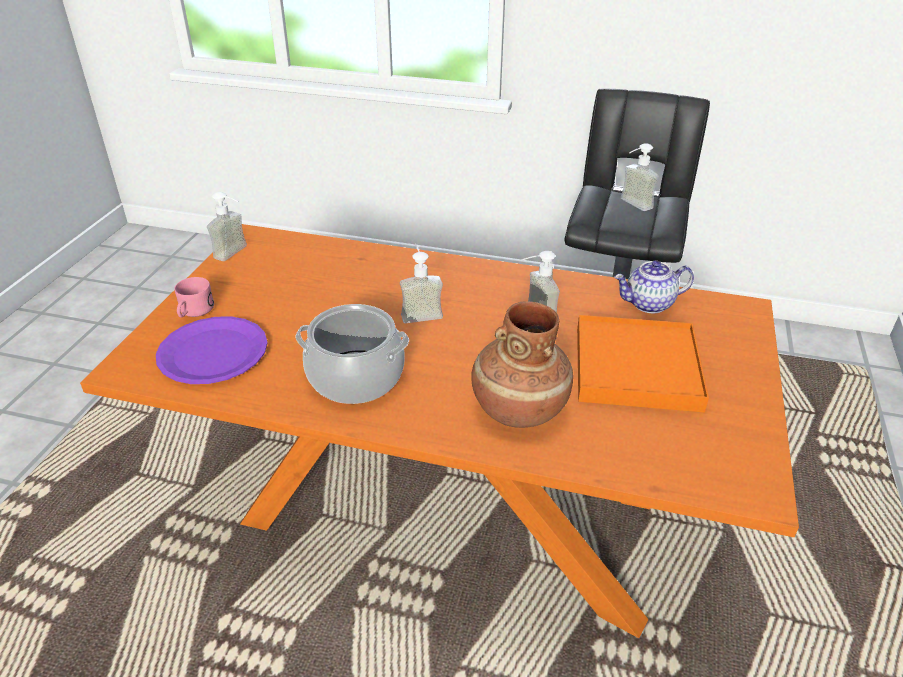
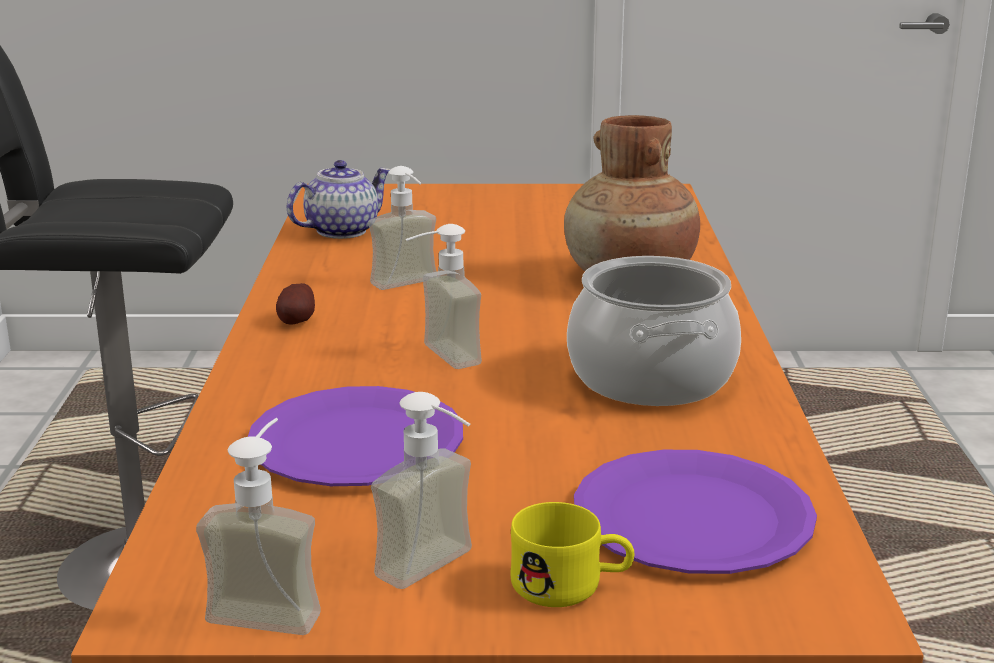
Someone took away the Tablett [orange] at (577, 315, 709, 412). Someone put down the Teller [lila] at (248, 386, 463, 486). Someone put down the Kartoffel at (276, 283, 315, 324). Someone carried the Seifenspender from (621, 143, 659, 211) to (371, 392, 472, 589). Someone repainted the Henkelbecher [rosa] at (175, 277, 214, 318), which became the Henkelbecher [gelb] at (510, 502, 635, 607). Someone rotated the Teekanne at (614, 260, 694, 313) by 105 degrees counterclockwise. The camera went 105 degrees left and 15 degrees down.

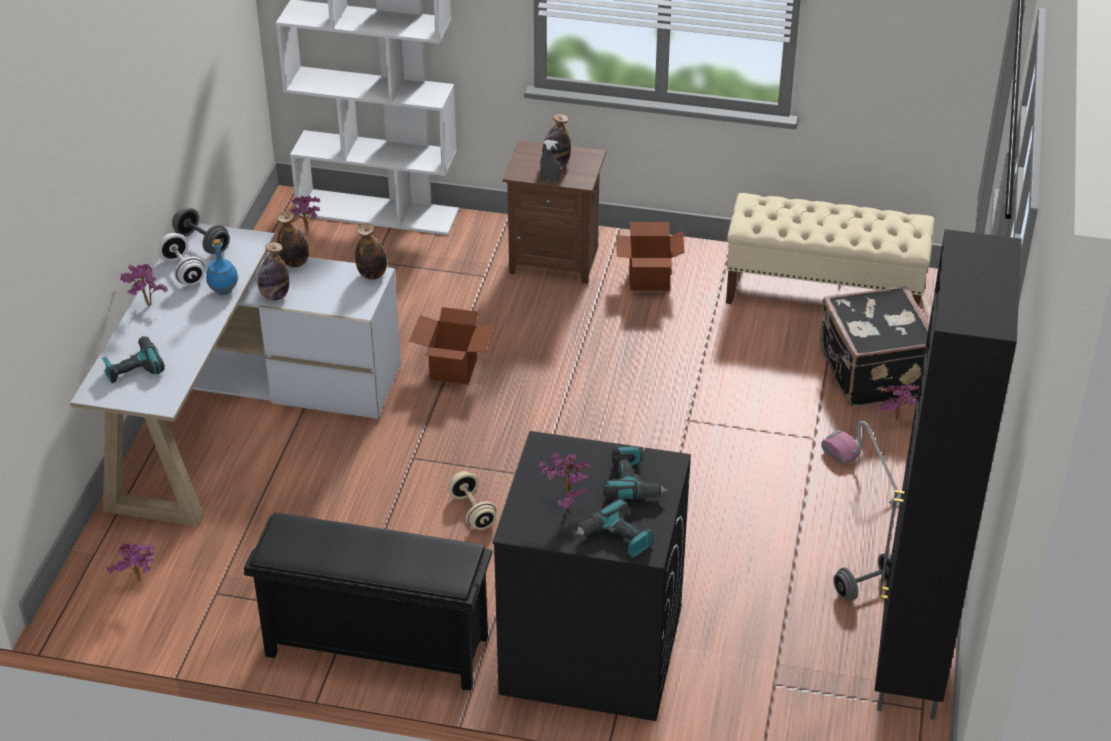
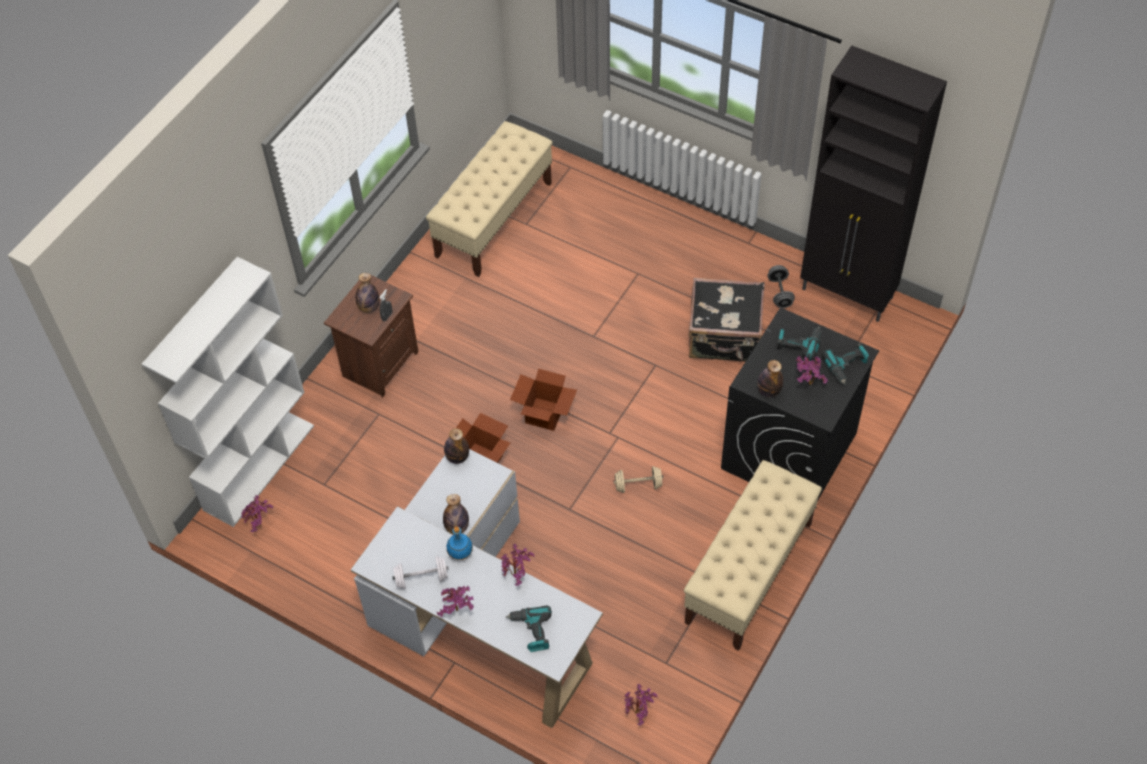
Someone took away the Hantel [grau] at (172, 208, 230, 254). Someone took away the Staubsauger at (821, 421, 901, 508). Someone carried the Flasche from (277, 211, 309, 268) to (757, 360, 783, 397). Someone carried the Karton from (616, 222, 685, 291) to (510, 369, 577, 431). Someone carried the Koffer [schwarz] from (819, 286, 929, 407) to (689, 278, 765, 362). Someone carried the Topfpflanze from (878, 384, 919, 421) to (501, 544, 535, 586). Someone swapped the Schuhregal [schwarz] at (244, 512, 492, 691) for the Bank [beige] at (684, 460, 822, 651). The camera went 70 degrees left and 15 degrees up.

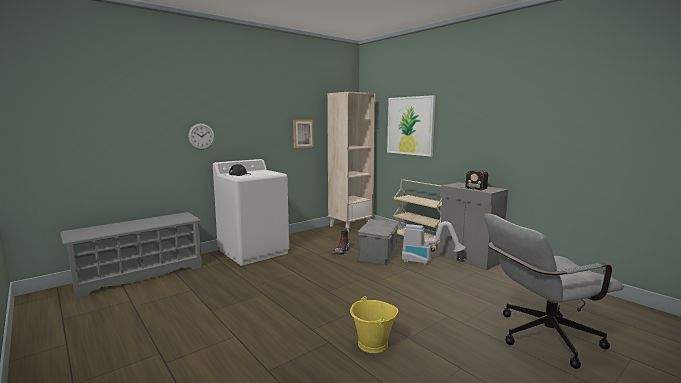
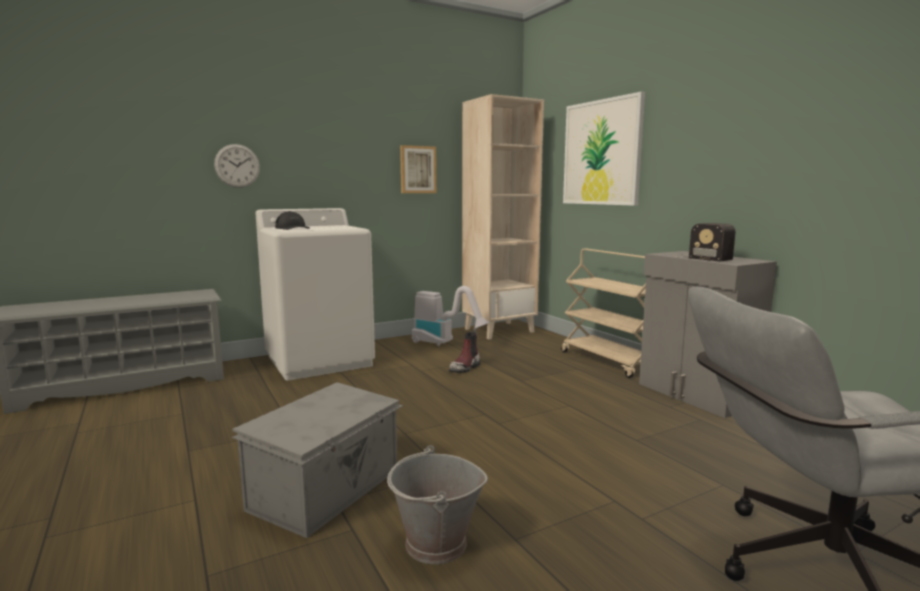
Someone carried the Aufbewahrungsbox [grau] from (358, 219, 399, 264) to (232, 382, 403, 538). Someone carried the Staubsauger from (402, 221, 466, 265) to (412, 286, 490, 346). Someone repainted the Eimer [gelb] at (350, 296, 398, 353), which became the Eimer [grau] at (387, 445, 488, 564). The camera went 10 degrees right and 0 degrees up.

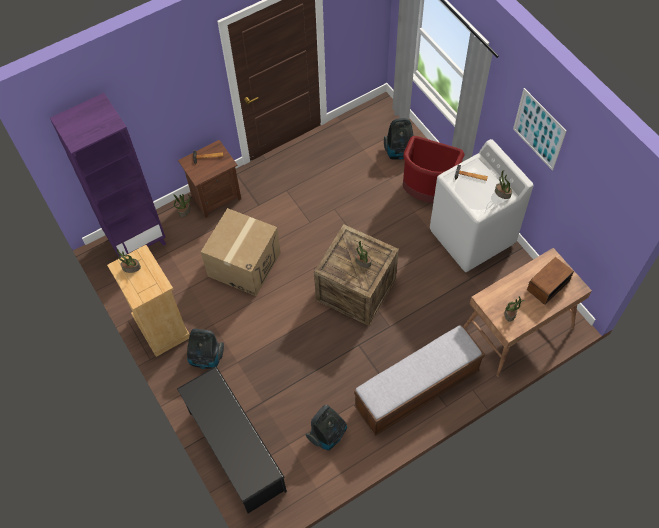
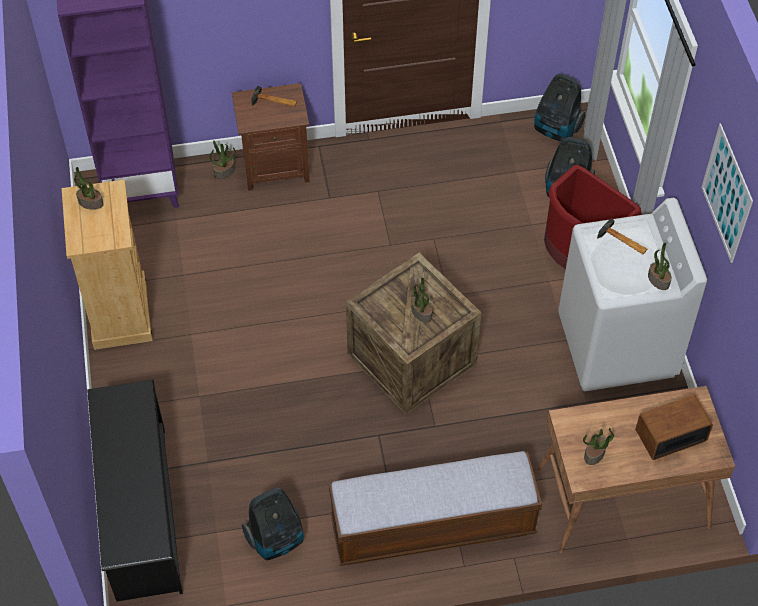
Someone took away the Karton at (201, 208, 281, 296). Someone carried the Staubsauger from (187, 329, 224, 369) to (534, 74, 585, 141). The camera went 20 degrees right and 5 degrees down.

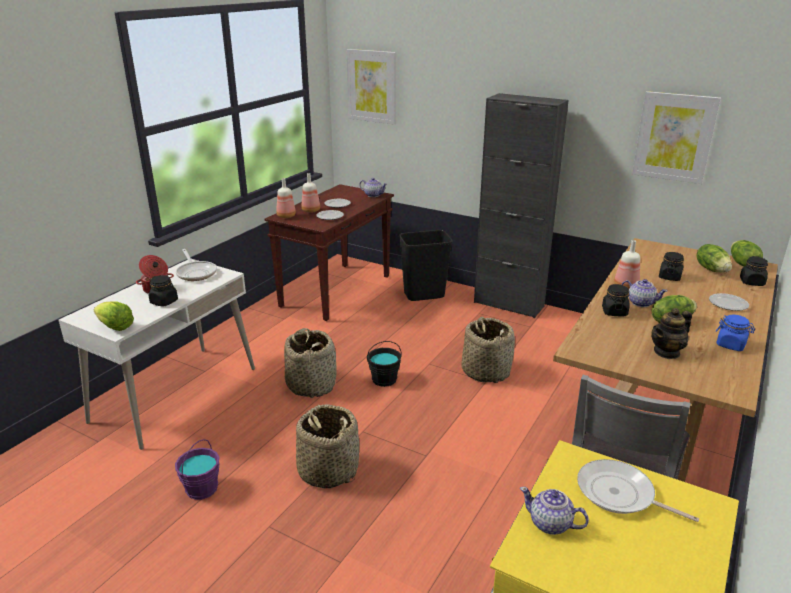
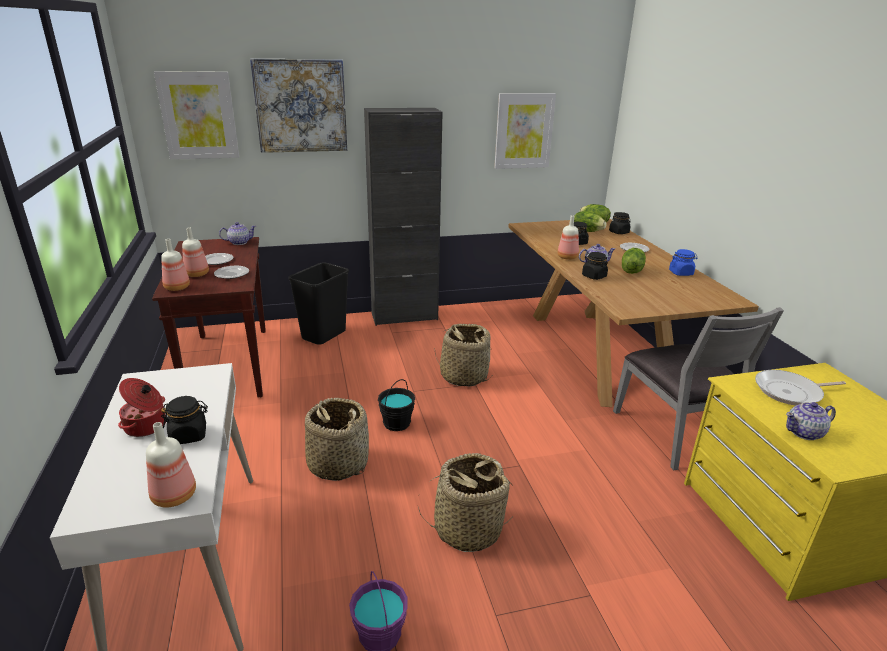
Someone took away the Pfanne at (176, 249, 217, 281). Someone took away the Teekanne at (651, 308, 692, 359). Someone put up the Bild at (250, 58, 347, 153). Someone swapped the Salatkopf at (94, 301, 134, 331) for the Flasche at (146, 422, 196, 507). The camera went 45 degrees left and 0 degrees up.

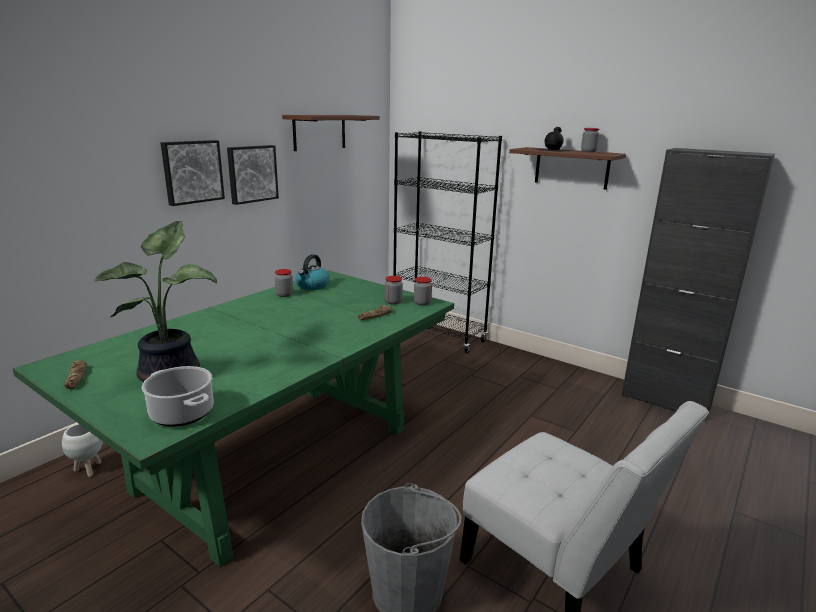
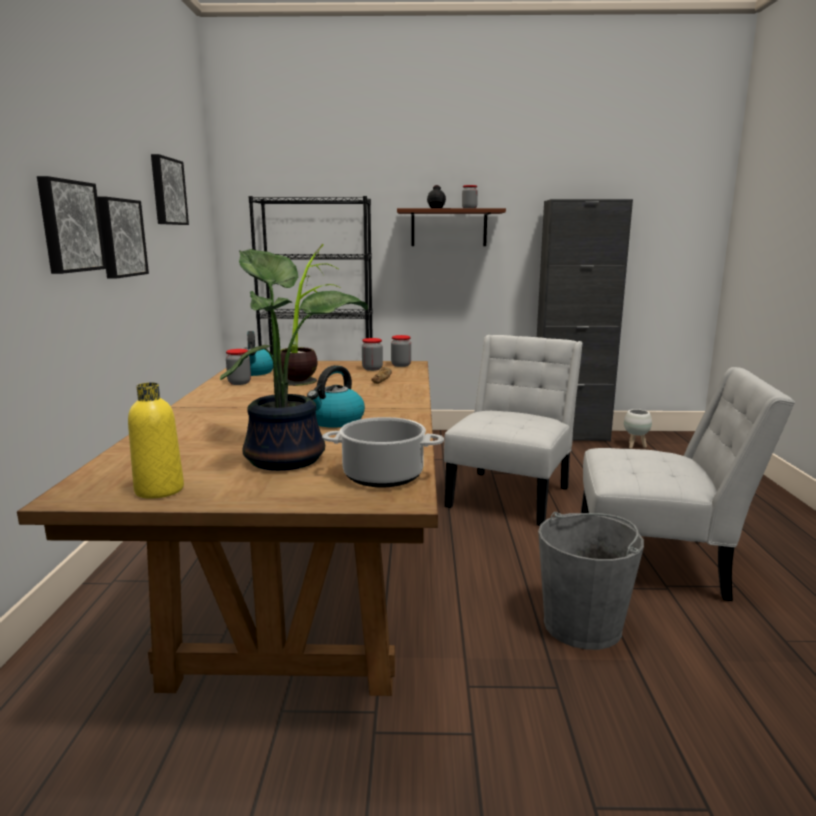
Someone put down the Topfpflanze at (280, 244, 342, 386). Someone put down the Wasserkessel at (307, 365, 365, 428). Someone put down the Stuhl [weiß] at (444, 335, 583, 526). Someone carried the Pflanzkübel [weiß] from (62, 424, 103, 477) to (624, 409, 652, 449). Someone swapped the Brot at (64, 360, 87, 389) for the Flasche [gelb] at (128, 382, 184, 499). Someone swapped the Wandregal [braun] at (282, 115, 380, 151) for the Bild at (151, 154, 189, 225). Someone repainted the Esstisch [grün] at (13, 270, 454, 567), which became the Esstisch [braun] at (17, 361, 438, 696). The camera went 35 degrees left and 5 degrees down.

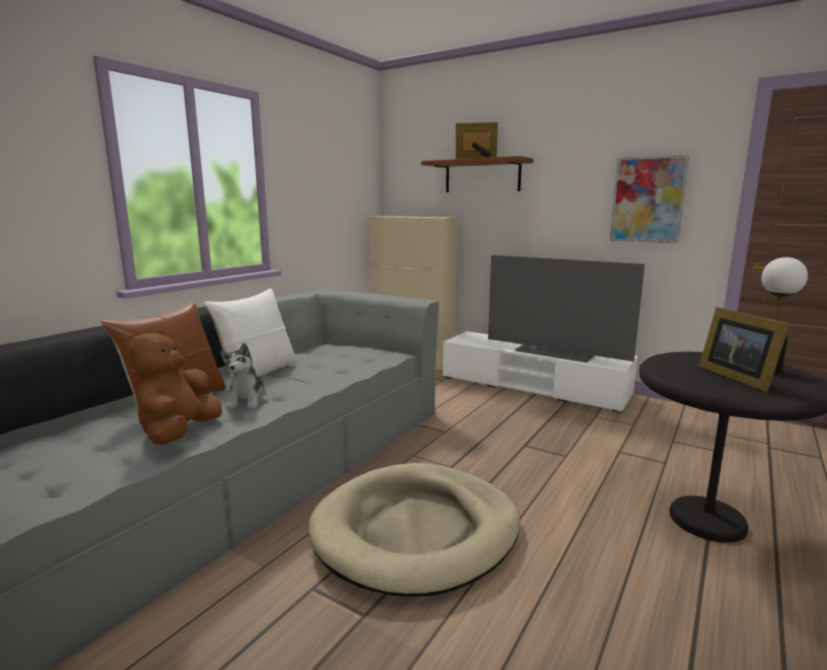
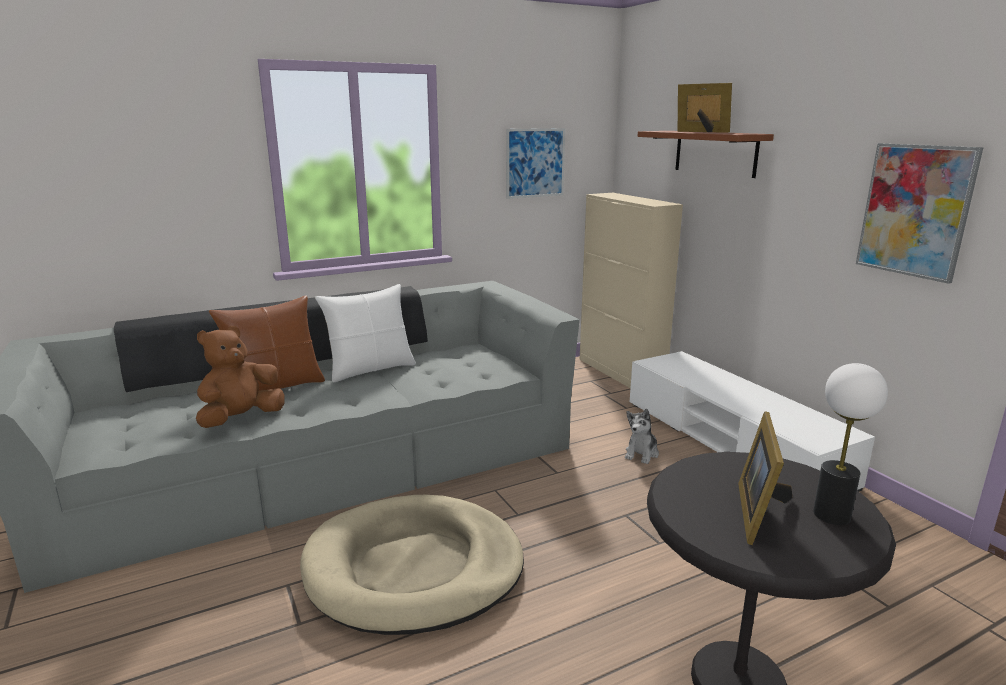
Someone took away the Fernseher at (488, 255, 645, 363). Someone put up the Bild at (506, 128, 565, 199). Someone carried the Plüschtier from (220, 343, 268, 409) to (625, 409, 659, 464). The camera went 30 degrees right and 5 degrees up.

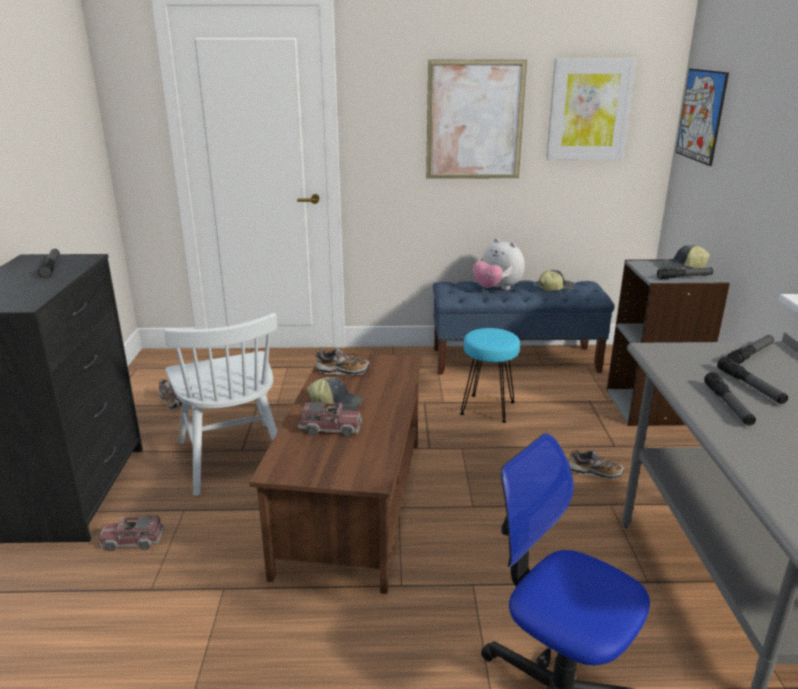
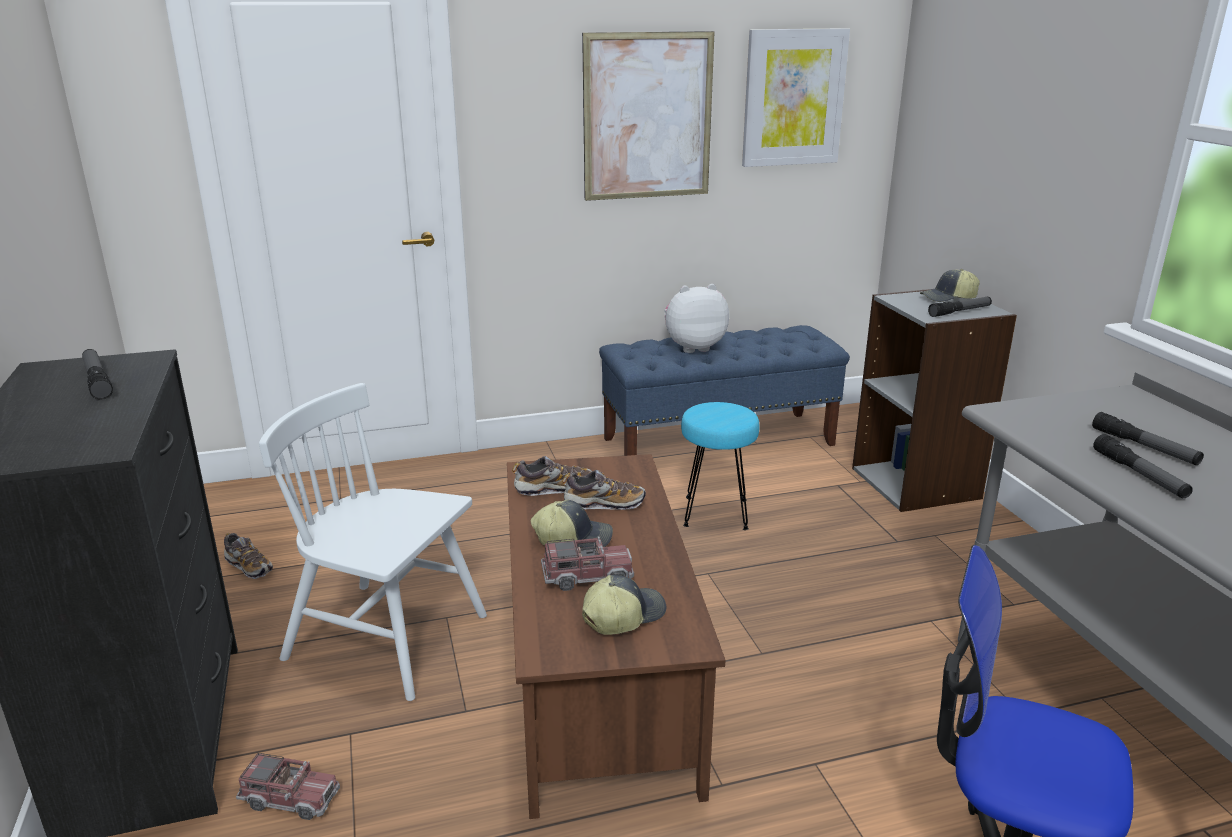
Someone took away the Bild at (676, 69, 729, 166). Someone took away the Taschenlampe at (727, 335, 774, 364). Someone carried the Kappe from (538, 270, 574, 291) to (582, 575, 666, 635). Someone carried the Schuh from (569, 450, 624, 479) to (562, 470, 646, 510). Someone rotated the Spielzeuglaster at (99, 515, 165, 551) by 150 degrees counterclockwise. Someone rotated the Stuhl [weiß] at (164, 313, 277, 496) by 150 degrees clockwise. Someone rotated the Plüschtier at (473, 238, 525, 290) by 135 degrees clockwise. The camera went 15 degrees left and 0 degrees up.

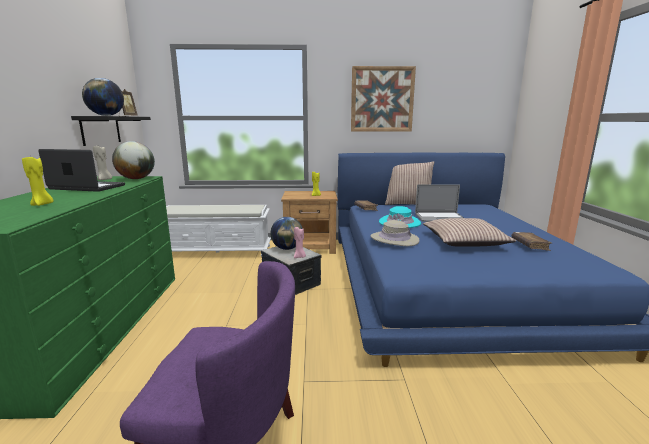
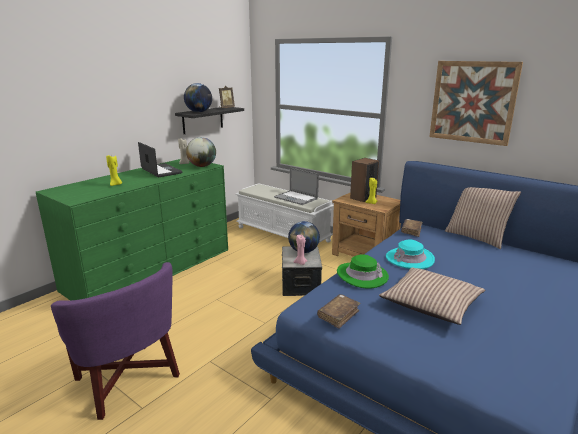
Someone put down the Lautsprecher at (350, 158, 379, 202). Someone carried the Laptop from (415, 185, 464, 222) to (274, 168, 319, 205). Someone carried the Buch [braun] from (512, 232, 553, 251) to (317, 294, 361, 329). Someone repainted the Hut [beige] at (370, 220, 420, 246), which became the Hut [grün] at (337, 254, 389, 289). The camera went 40 degrees right and 5 degrees up.

